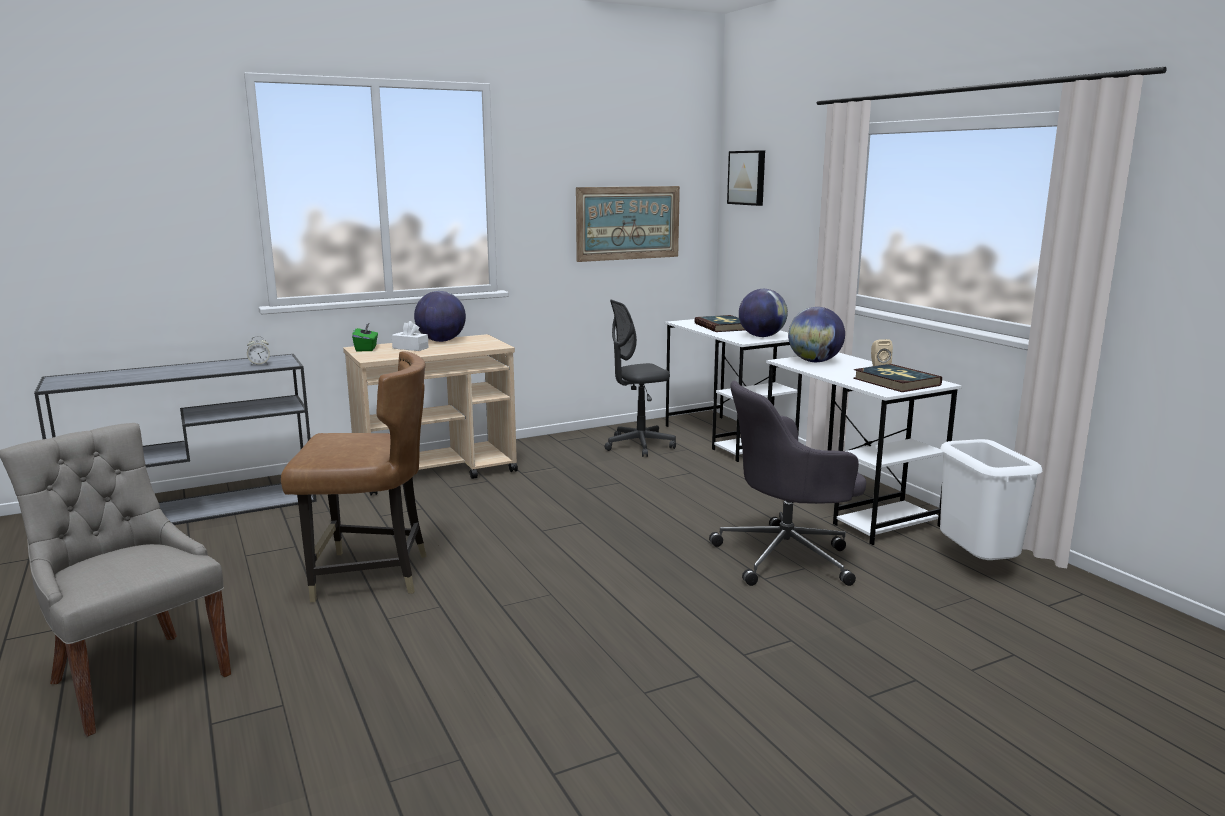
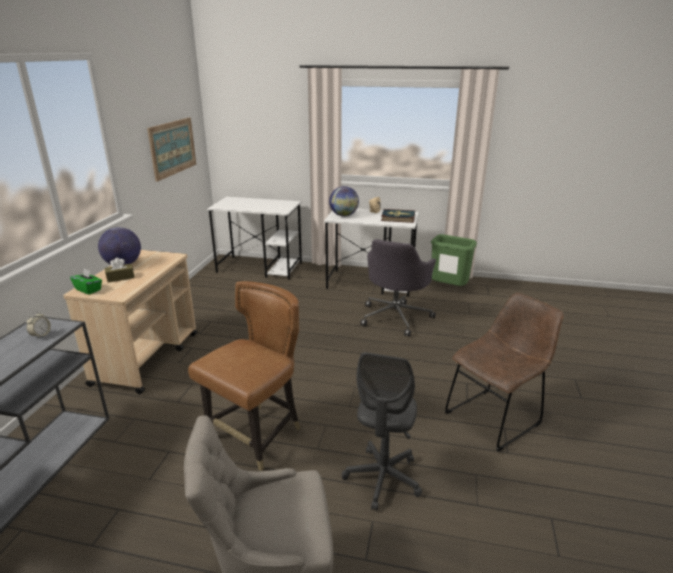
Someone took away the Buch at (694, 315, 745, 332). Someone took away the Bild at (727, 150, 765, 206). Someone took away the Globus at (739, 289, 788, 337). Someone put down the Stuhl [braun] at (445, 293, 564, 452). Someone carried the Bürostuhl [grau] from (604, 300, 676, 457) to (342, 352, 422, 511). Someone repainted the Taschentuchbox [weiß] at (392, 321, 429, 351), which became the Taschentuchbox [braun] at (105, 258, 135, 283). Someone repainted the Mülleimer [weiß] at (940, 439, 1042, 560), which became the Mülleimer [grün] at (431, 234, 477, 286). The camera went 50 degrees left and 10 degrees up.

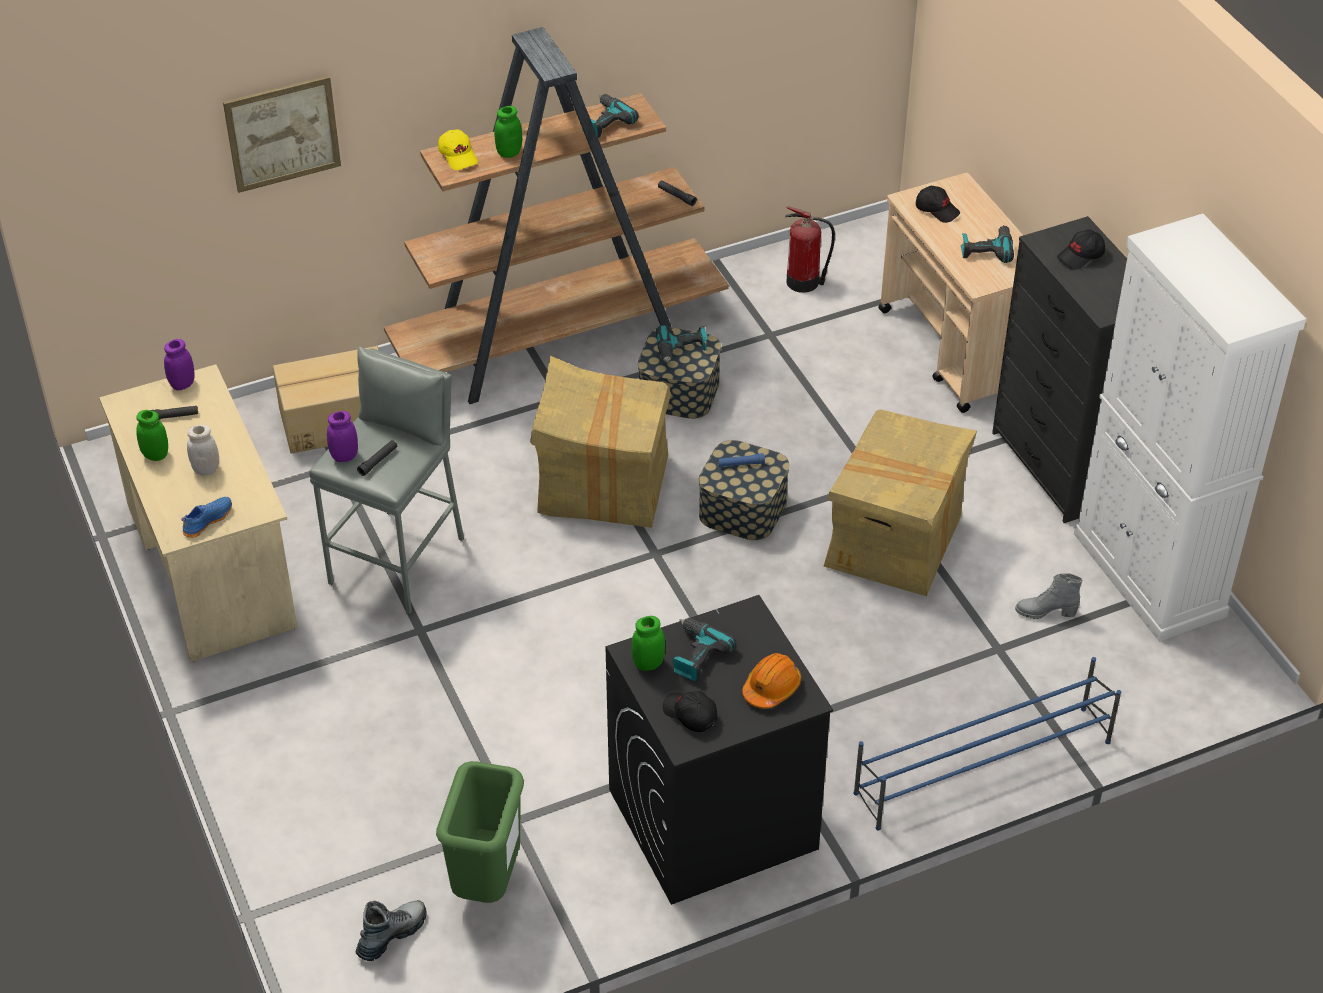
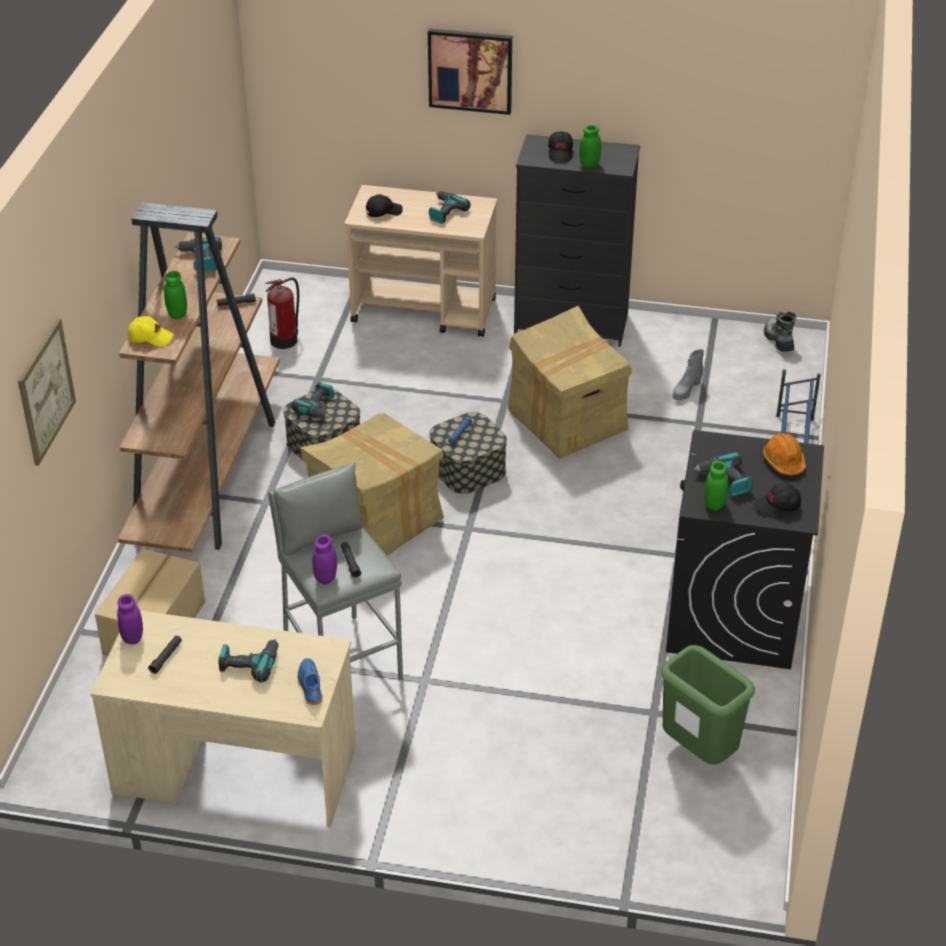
Someone took away the Schrank [weiß] at (1074, 214, 1306, 641). Someone put up the Bild at (428, 28, 512, 115). Someone carried the Vorratsglas [grün] from (136, 410, 168, 461) to (579, 125, 601, 168). Someone carried the Stiefel from (356, 900, 427, 961) to (764, 312, 796, 352). Someone swapped the Vorratsglas [weiß] at (187, 425, 219, 476) for the Bohrmaschine at (218, 638, 279, 682). The camera went 55 degrees left and 5 degrees down.

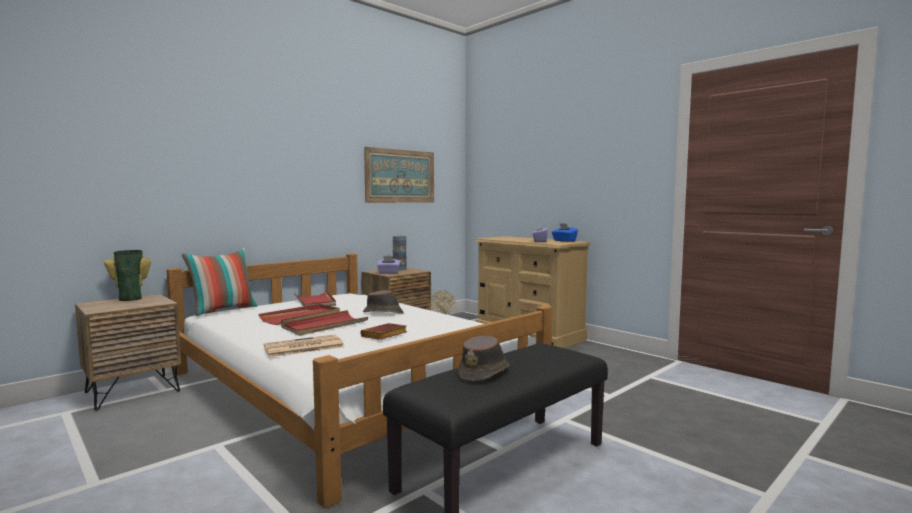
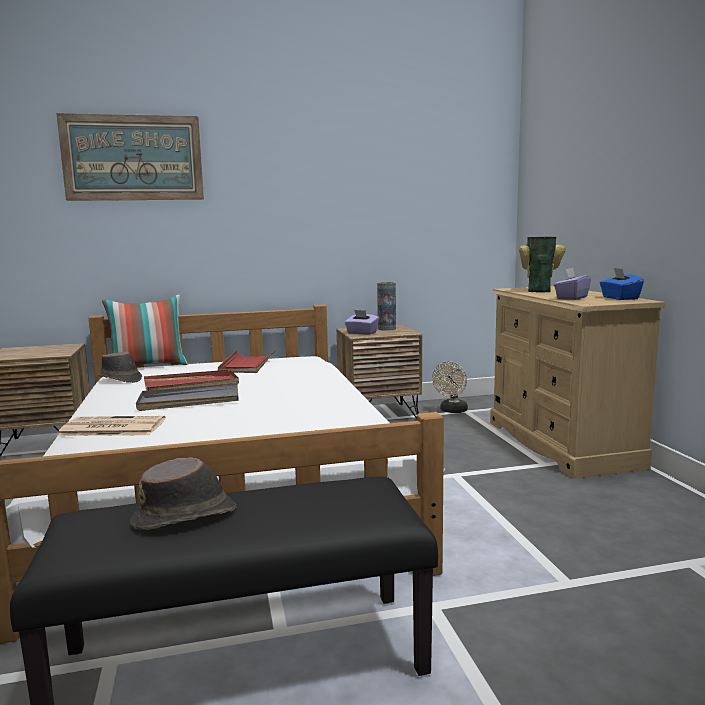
Someone took away the Buch [braun] at (360, 323, 407, 340). Someone carried the Vase from (104, 250, 151, 301) to (519, 237, 566, 292). Someone carried the Hut [braun] from (363, 290, 404, 314) to (98, 352, 142, 383). Someone carried the Bild from (364, 147, 434, 203) to (56, 113, 204, 201). Someone repainted the Tablett [rot] at (281, 310, 368, 336), which became the Tablett [grau] at (136, 382, 239, 411). The camera went 30 degrees right and 5 degrees up.

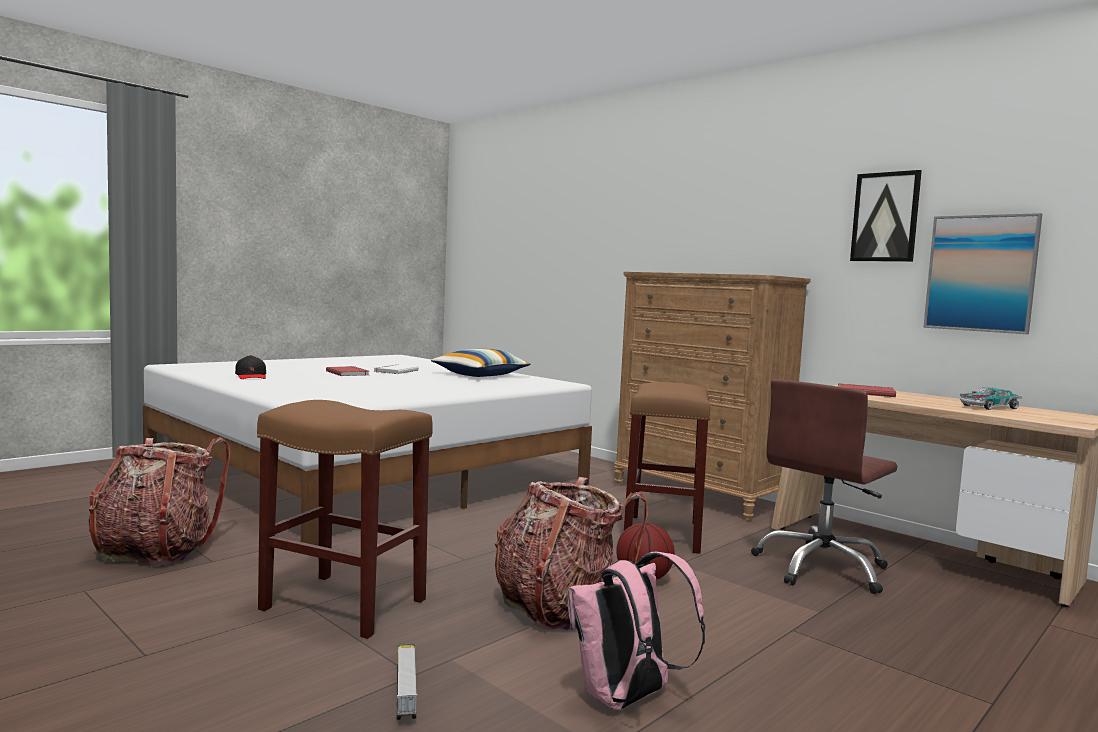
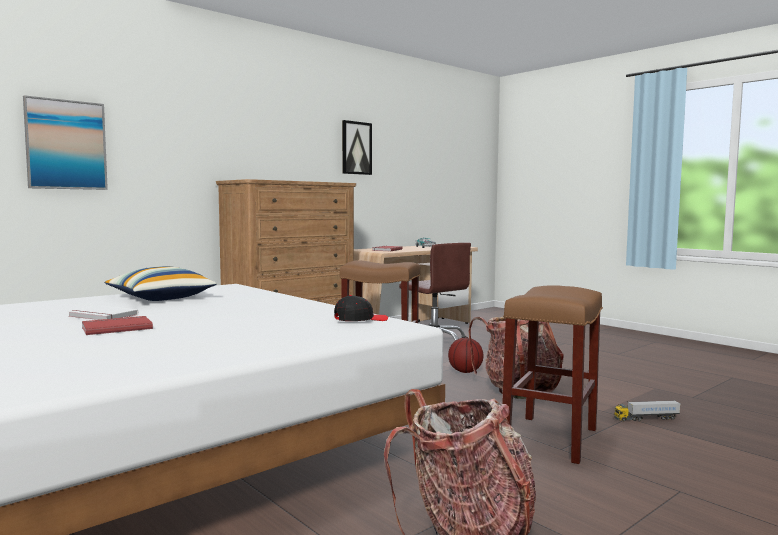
Someone took away the Rucksack [rosa] at (567, 552, 705, 710). Someone carried the Kappe [schwarz] from (235, 355, 266, 379) to (334, 295, 388, 321). Someone carried the Bild from (923, 213, 1042, 334) to (23, 95, 108, 190). The camera went 85 degrees left and 0 degrees up.

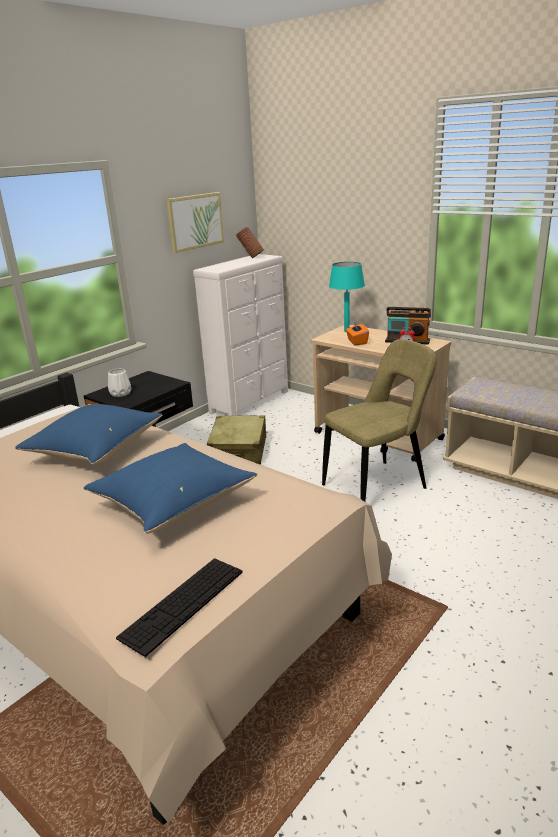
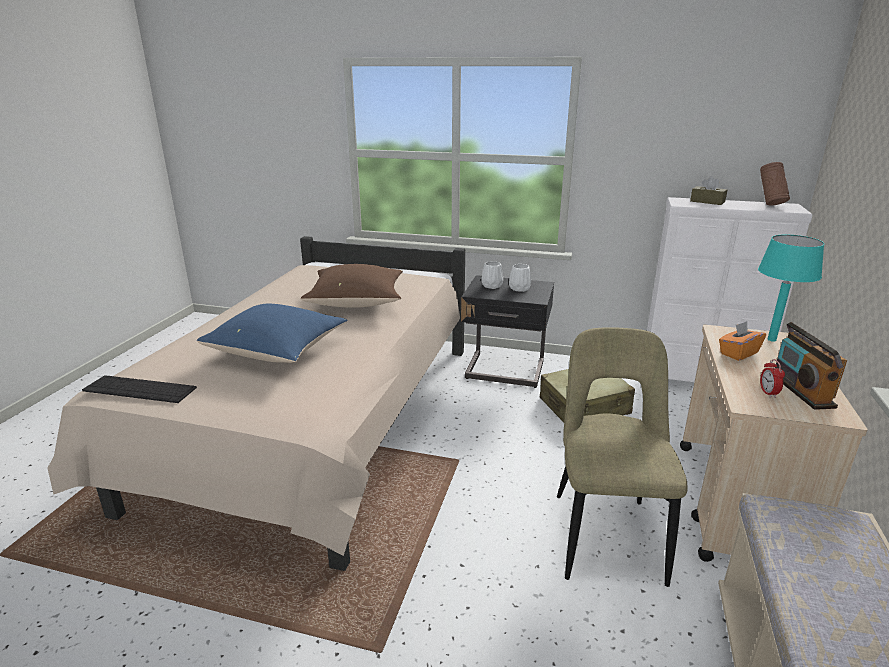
Someone took away the Bild at (166, 192, 224, 253). Someone put down the Vase [weiß] at (509, 264, 531, 292). Someone put down the Taschentuchbox [braun] at (690, 176, 727, 205). Someone repainted the Kissen [blau] at (15, 404, 162, 465), which became the Kissen [braun] at (301, 264, 403, 308). Someone rotated the Stuhl [beige] at (322, 339, 437, 501) by 120 degrees counterclockwise. The camera went 65 degrees right and 0 degrees up.

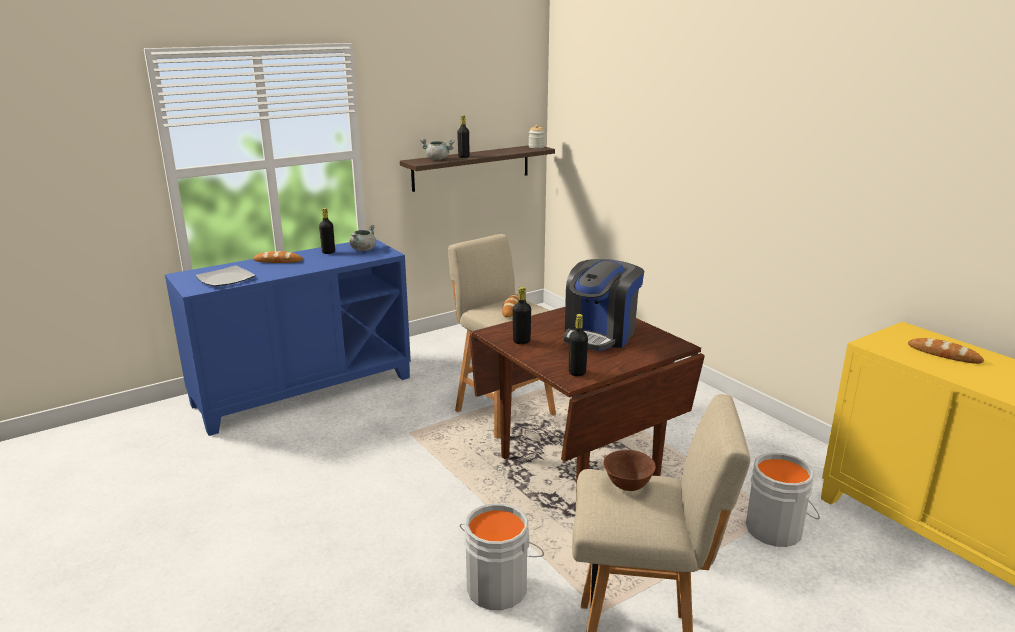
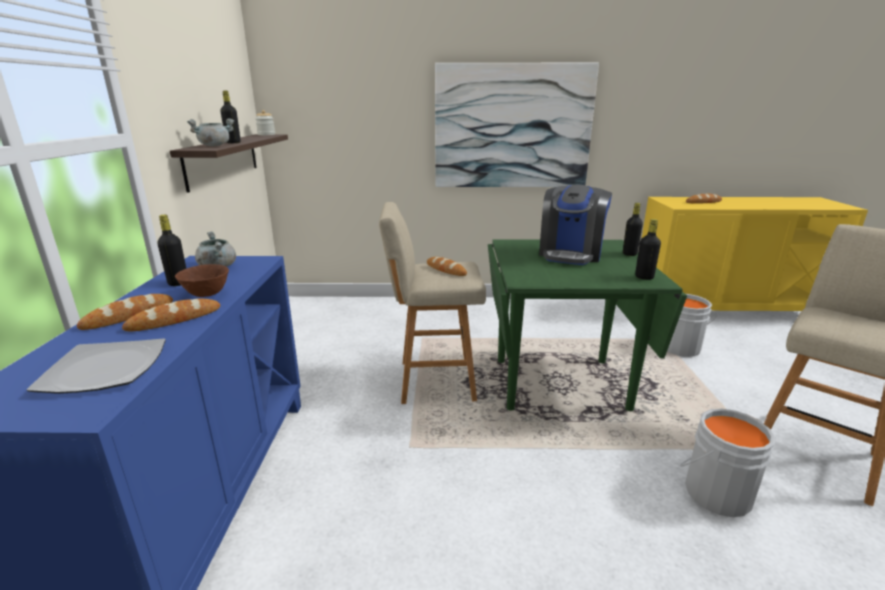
Someone put down the Brot at (122, 298, 220, 331). Someone put up the Bild at (435, 63, 599, 187). Someone carried the Flasche [schwarz] from (513, 287, 531, 344) to (623, 203, 643, 256). Someone carried the Schüssel [braun] from (603, 450, 656, 491) to (175, 264, 229, 297). Someone repainted the Esstisch [braun] at (469, 307, 705, 487), which became the Esstisch [grün] at (488, 239, 687, 411). Someone rotated the Kaffeemaschine at (564, 259, 644, 351) by 45 degrees clockwise. The camera went 55 degrees left and 0 degrees up.

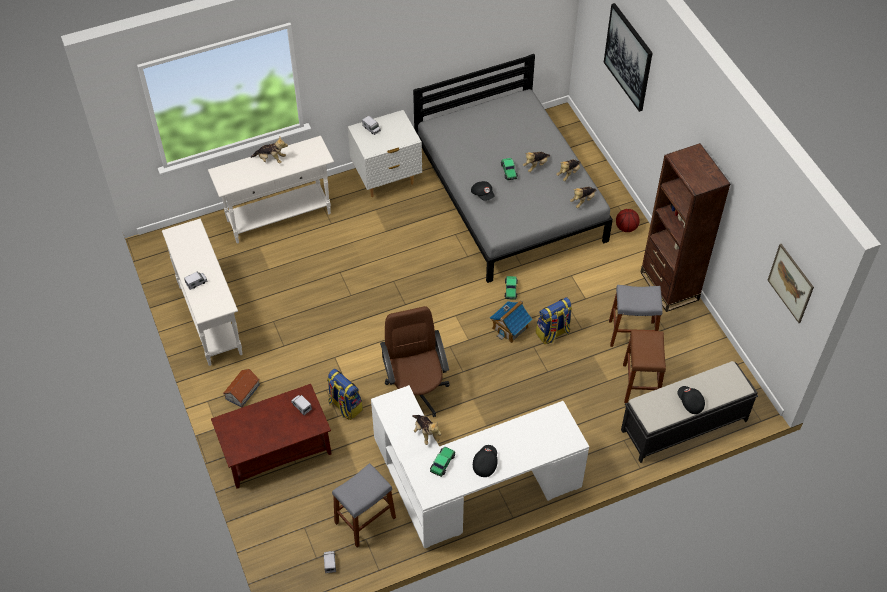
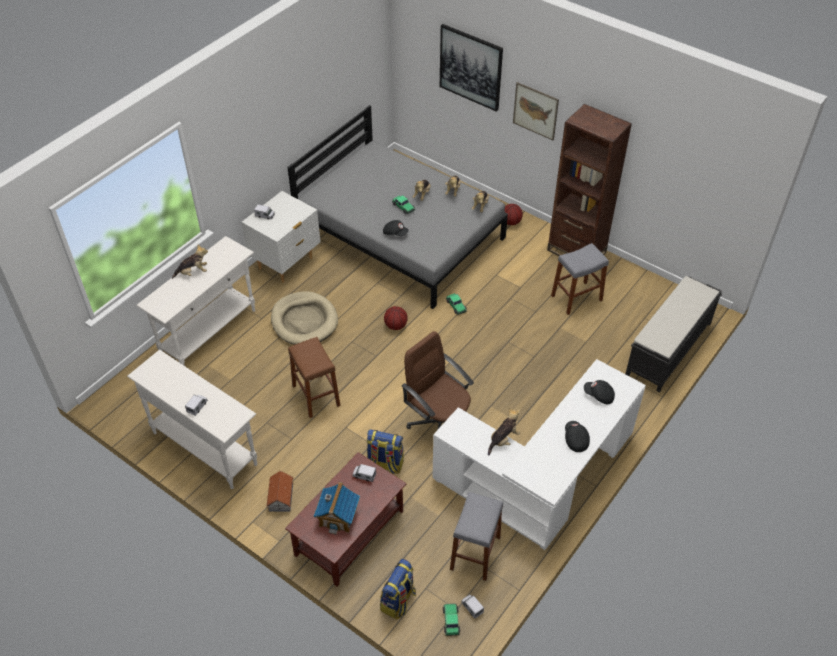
Someone put down the Hundebett [beige] at (271, 291, 338, 345). Someone put down the Basketball at (384, 306, 408, 330). Someone carried the Spielzeugauto from (430, 447, 455, 477) to (443, 604, 460, 636). Someone carried the Spielzeughaus from (490, 300, 532, 343) to (314, 482, 360, 534). Someone carried the Rucksack from (536, 297, 572, 344) to (380, 559, 416, 620). Someone carried the Hocker [braun] from (623, 330, 666, 403) to (288, 337, 340, 418). Someone carried the Kappe [schwarz] from (678, 386, 705, 414) to (584, 380, 615, 404). Someone carried the Bild from (768, 244, 814, 323) to (513, 82, 559, 140). Someone rotated the Plüschtier at (412, 415, 441, 445) by 75 degrees counterclockwise. The camera went 30 degrees left and 5 degrees down.

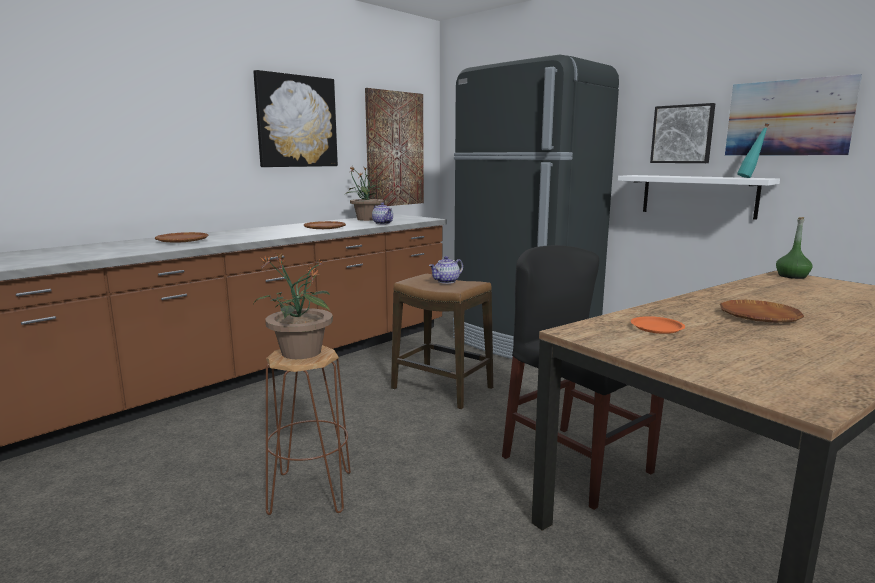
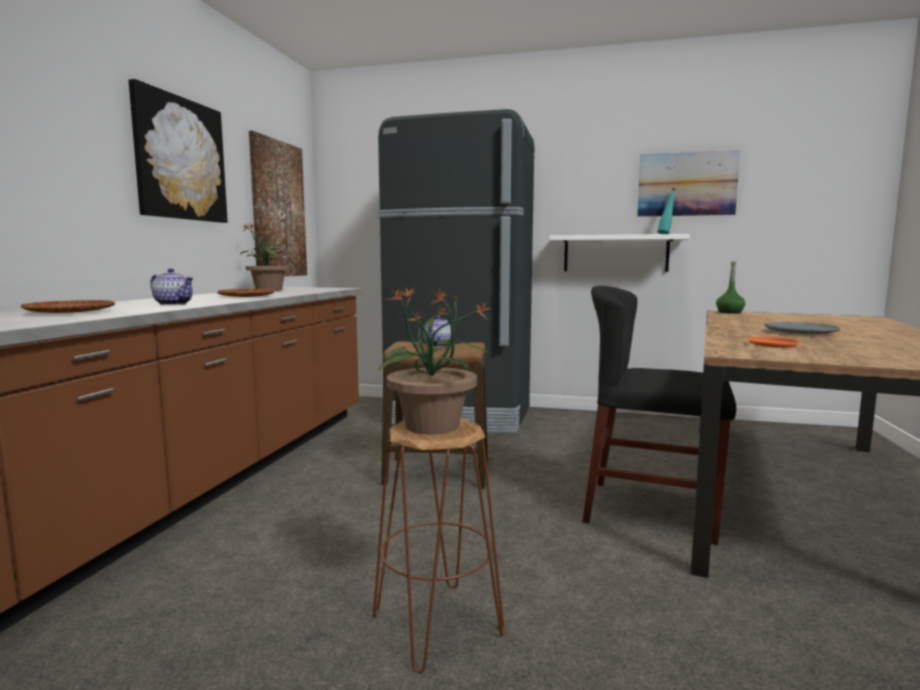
Someone took away the Bild at (650, 103, 715, 163). Someone carried the Teekanne from (372, 202, 393, 225) to (150, 268, 193, 305). Someone repainted the Teller [braun] at (720, 300, 804, 323), which became the Teller [grau] at (764, 322, 840, 334). The camera went 30 degrees left and 5 degrees down.

